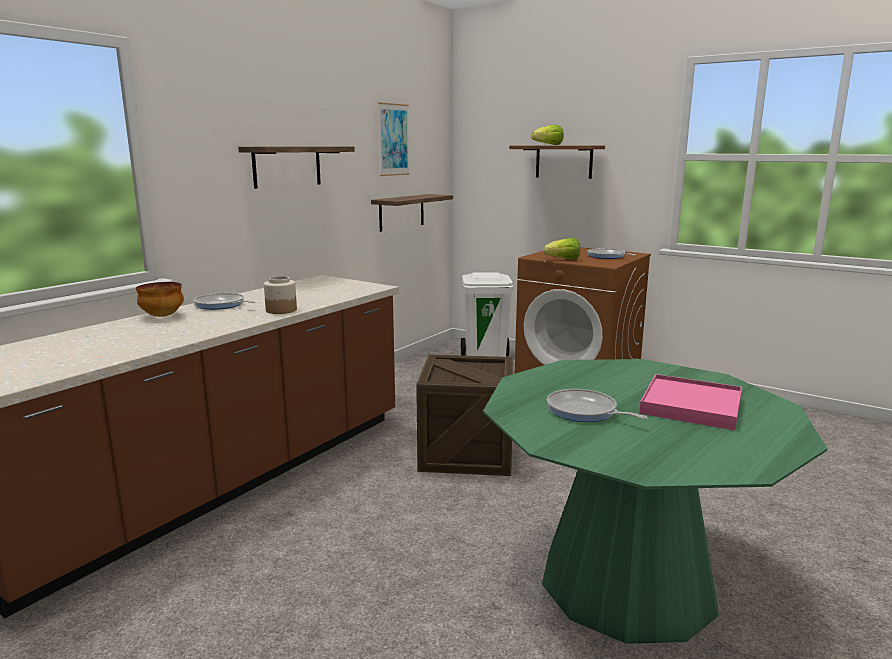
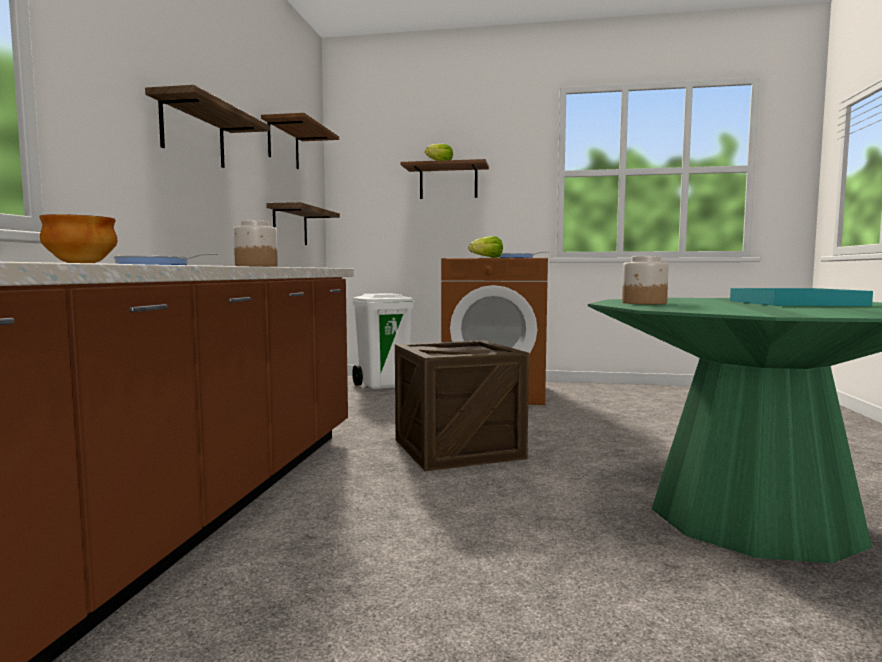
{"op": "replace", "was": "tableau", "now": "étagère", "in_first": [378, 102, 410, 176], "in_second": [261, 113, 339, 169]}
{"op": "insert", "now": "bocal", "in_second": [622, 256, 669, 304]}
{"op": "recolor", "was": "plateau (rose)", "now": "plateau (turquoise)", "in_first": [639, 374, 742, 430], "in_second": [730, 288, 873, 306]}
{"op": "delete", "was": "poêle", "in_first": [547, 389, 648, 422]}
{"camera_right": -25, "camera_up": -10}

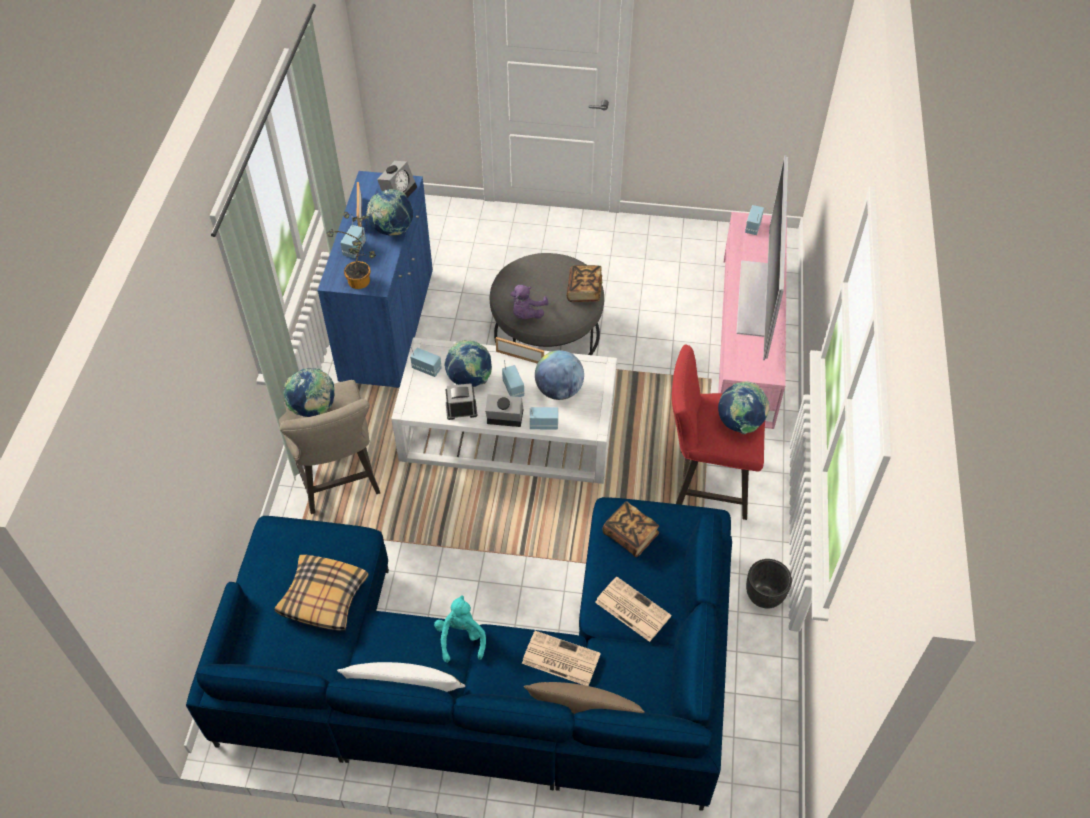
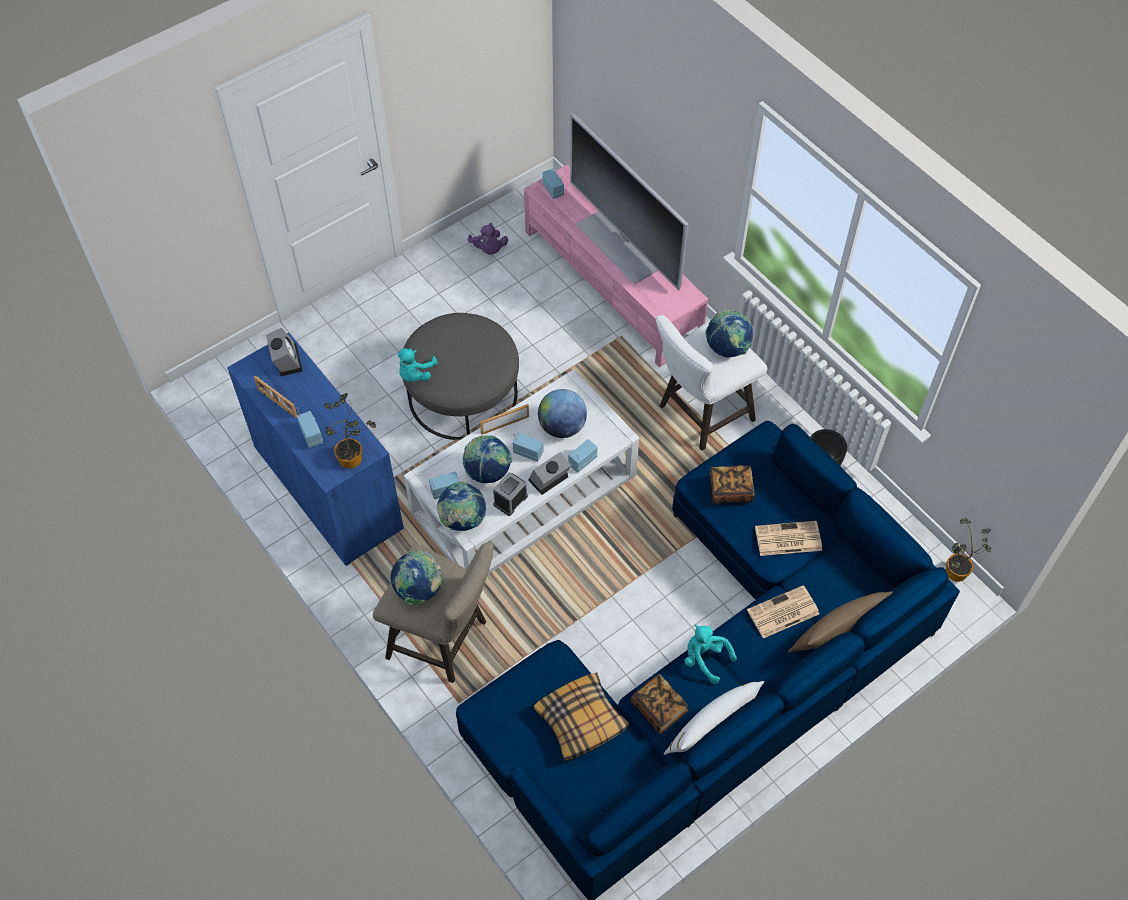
{"op": "insert", "now": "peluche (turquoise)", "in_second": [398, 348, 438, 382]}
{"op": "move", "was": "globe", "in_first": [366, 189, 413, 236], "in_second": [437, 481, 486, 531]}
{"op": "move", "was": "peluche (violet)", "in_first": [510, 285, 549, 319], "in_second": [468, 223, 508, 254]}
{"op": "move", "was": "livre", "in_first": [567, 265, 602, 302], "in_second": [631, 674, 688, 734]}
{"op": "recolor", "was": "tabouret (rouge)", "now": "tabouret (blanc)", "in_first": [672, 344, 765, 520], "in_second": [656, 315, 767, 451]}
{"op": "insert", "now": "plante en pot", "in_second": [946, 518, 992, 582]}
{"camera_right": -45, "camera_up": 5}

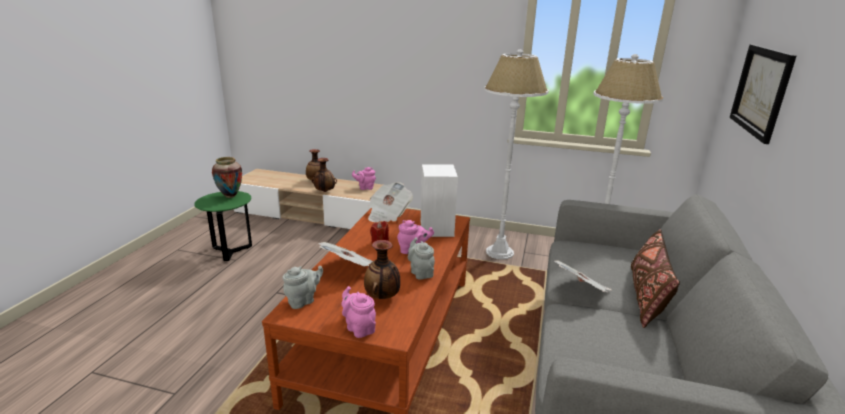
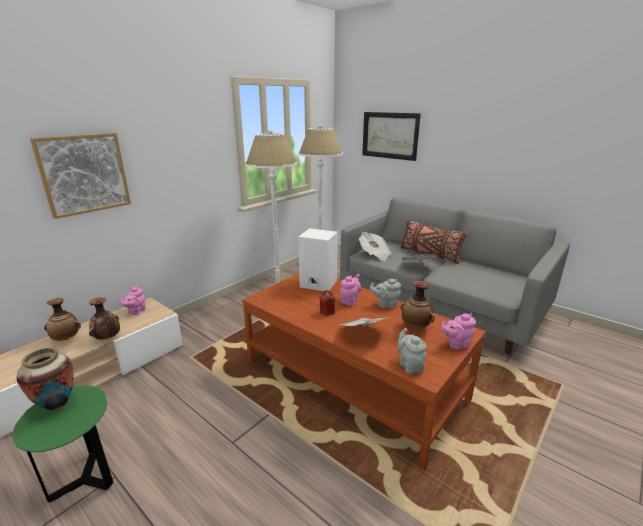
{"op": "insert", "now": "tableau", "in_second": [30, 133, 131, 219]}
{"op": "move", "was": "journal", "in_first": [368, 182, 413, 222], "in_second": [359, 232, 392, 261]}
{"camera_right": -65, "camera_up": 0}

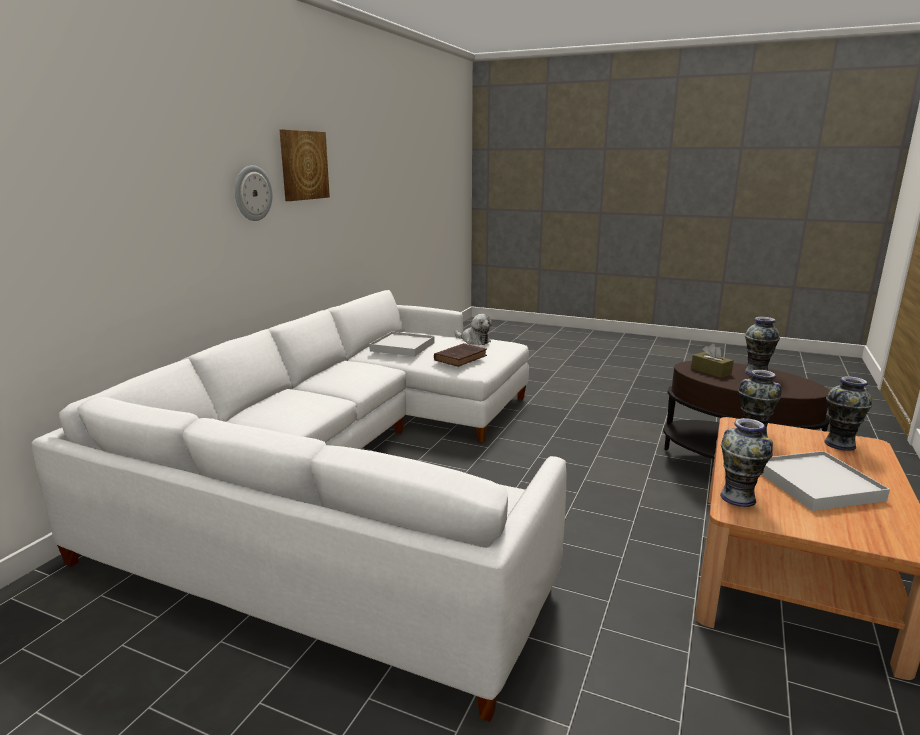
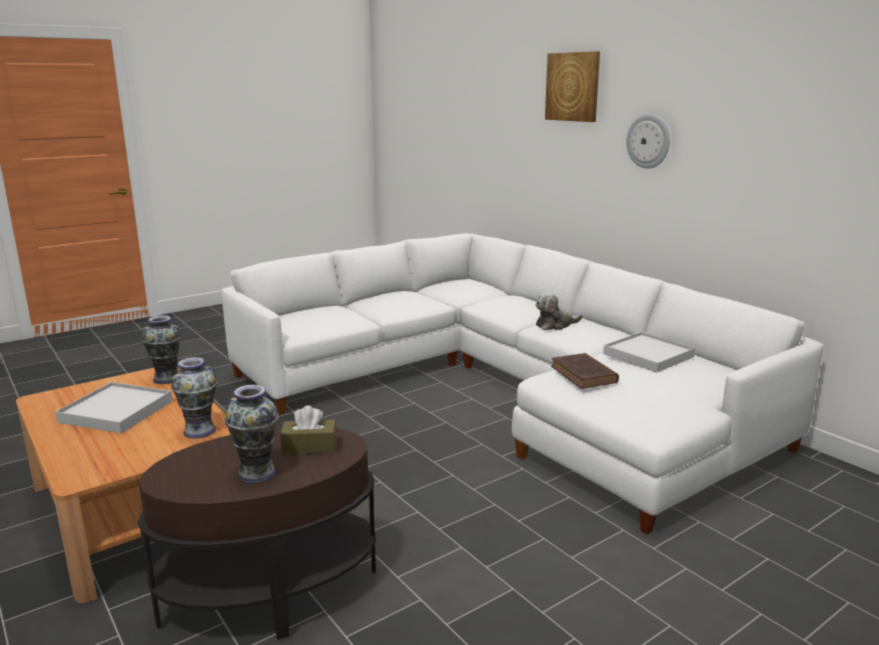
{"op": "move", "was": "peluche", "in_first": [455, 314, 492, 345], "in_second": [535, 292, 582, 330]}
{"op": "move", "was": "tableau", "in_first": [280, 129, 330, 201], "in_second": [545, 51, 600, 122]}
{"op": "delete", "was": "vase", "in_first": [824, 376, 872, 451]}
{"camera_right": 120, "camera_up": 0}

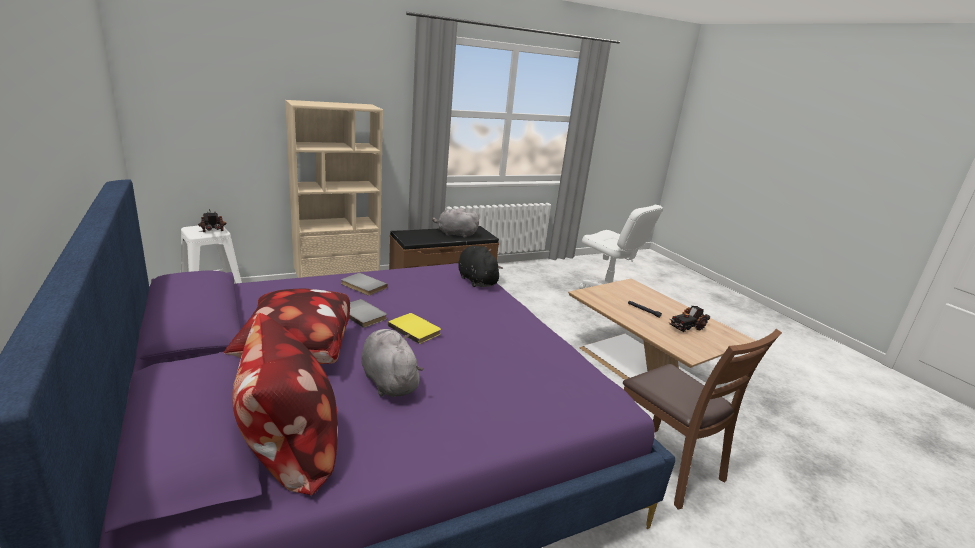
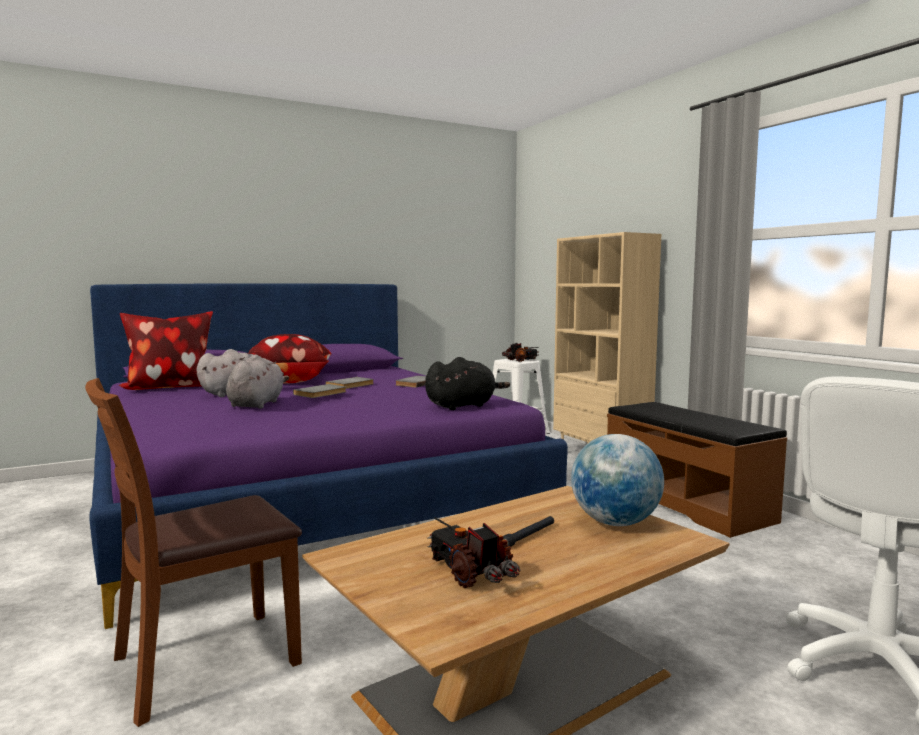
{"op": "move", "was": "peluche (gris)", "in_first": [432, 208, 479, 238], "in_second": [226, 355, 289, 409]}
{"op": "recolor", "was": "livre (jaune)", "now": "livre (gris)", "in_first": [388, 313, 441, 344], "in_second": [293, 384, 346, 398]}
{"op": "insert", "now": "globe", "in_second": [571, 434, 664, 526]}
{"camera_right": 90, "camera_up": -15}

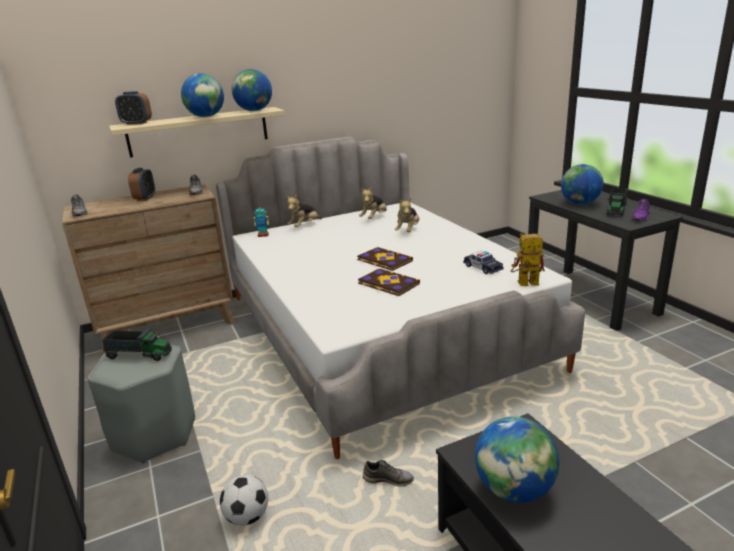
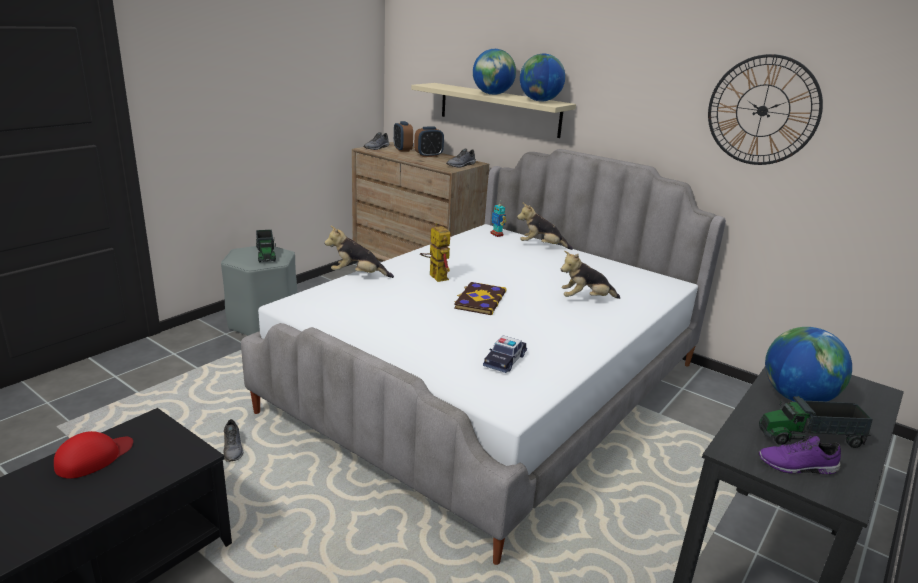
{"op": "replace", "was": "globe", "now": "casquette (rouge)", "in_first": [475, 416, 559, 503], "in_second": [54, 431, 133, 479]}
{"op": "move", "was": "peluche", "in_first": [359, 187, 387, 219], "in_second": [324, 225, 394, 278]}
{"op": "move", "was": "réveil", "in_first": [115, 91, 152, 125], "in_second": [394, 121, 413, 152]}
{"op": "move", "was": "robot jouet", "in_first": [511, 233, 545, 286], "in_second": [420, 223, 450, 282]}
{"op": "insert", "now": "horloge murale", "in_second": [708, 54, 823, 165]}
{"op": "delete", "was": "ballon de foot", "in_first": [220, 475, 268, 526]}
{"op": "delete", "was": "livre", "in_first": [358, 268, 420, 296]}
{"camera_right": 60, "camera_up": 0}

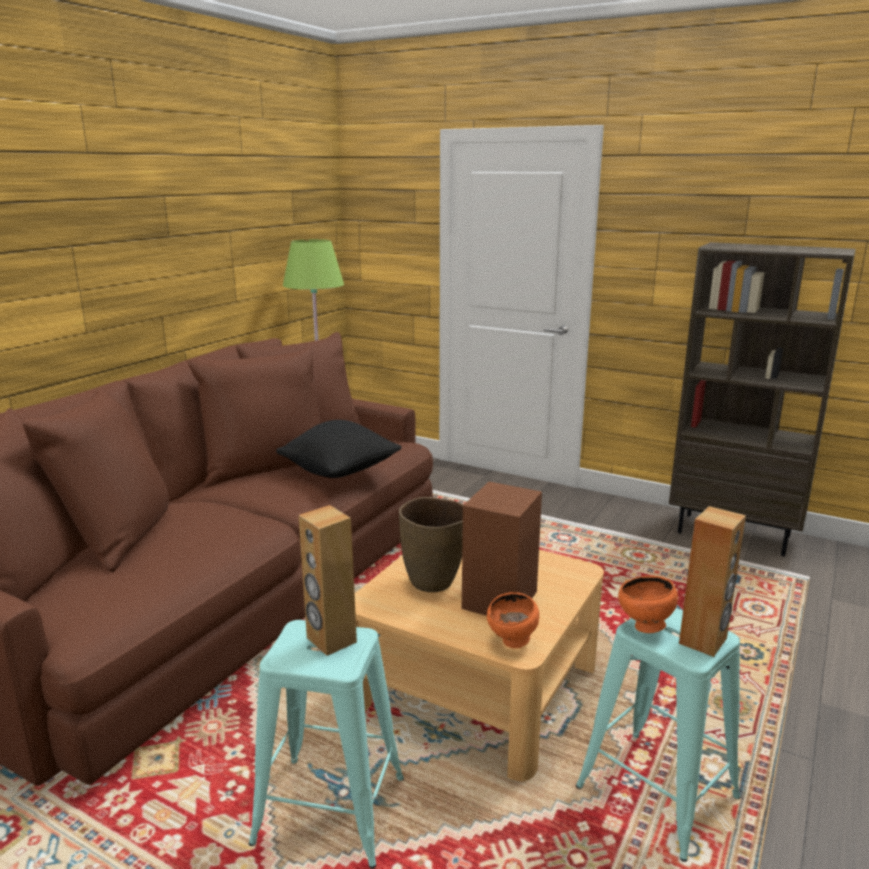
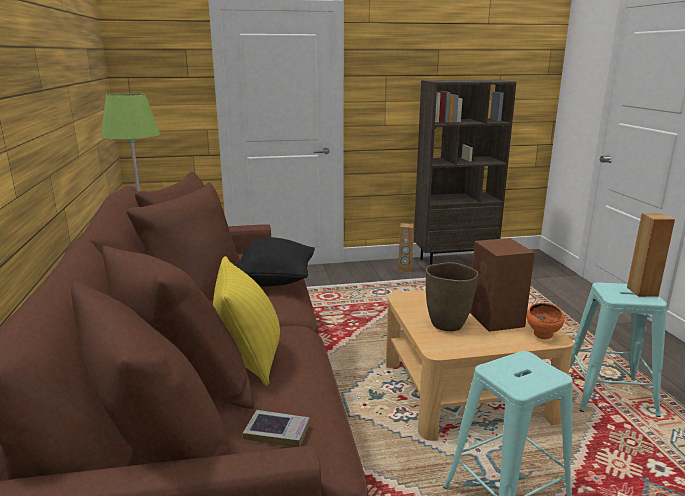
{"op": "insert", "now": "coussin (jaune)", "in_second": [213, 256, 280, 386]}
{"op": "insert", "now": "livre", "in_second": [243, 410, 310, 447]}
{"op": "move", "was": "enceinte (marron)", "in_first": [299, 505, 357, 656], "in_second": [398, 223, 414, 273]}
{"op": "delete", "was": "bol (orange)", "in_first": [618, 575, 678, 633]}
{"camera_right": -40, "camera_up": 0}

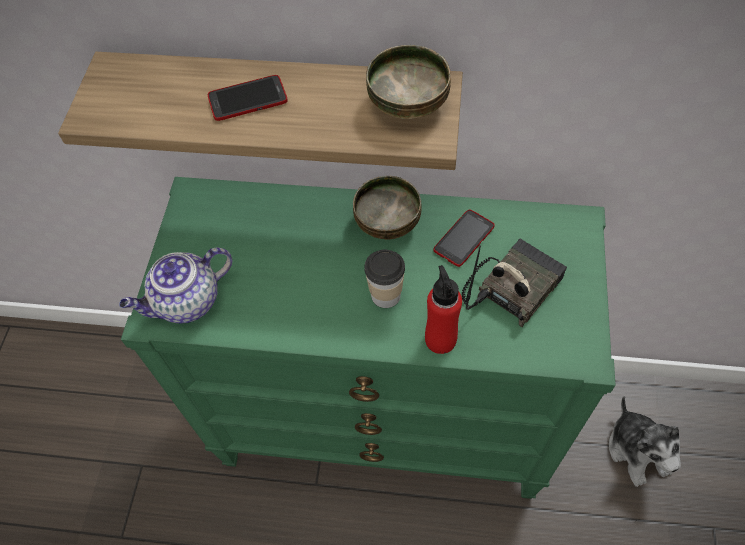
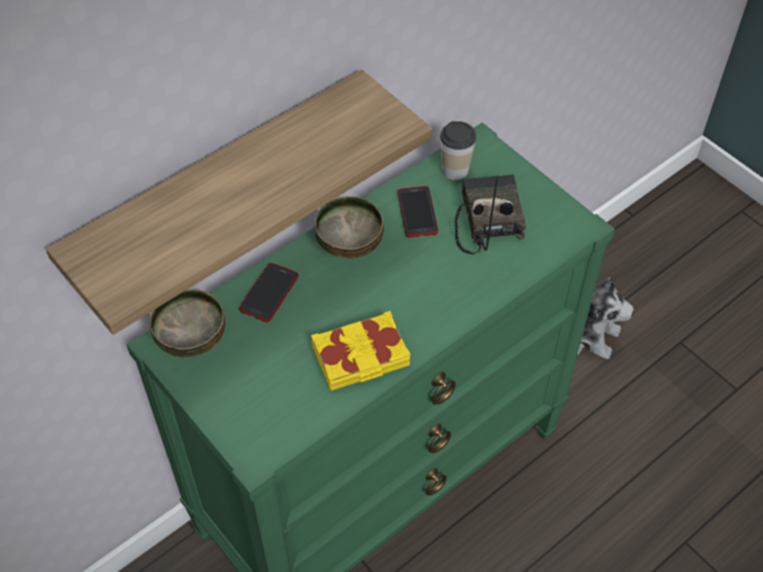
{"op": "move", "was": "bol", "in_first": [366, 45, 451, 119], "in_second": [149, 288, 225, 358]}
{"op": "move", "was": "téléphone", "in_first": [208, 75, 288, 121], "in_second": [239, 263, 298, 322]}
{"op": "insert", "now": "livre (jaune)", "in_second": [311, 311, 411, 391]}
{"op": "move", "was": "tasse", "in_first": [364, 250, 405, 308], "in_second": [440, 121, 476, 180]}
{"op": "delete", "was": "théière", "in_first": [119, 248, 232, 324]}
{"op": "delete", "was": "bouteille (rouge)", "in_first": [425, 265, 462, 354]}
{"camera_right": -50, "camera_up": -5}

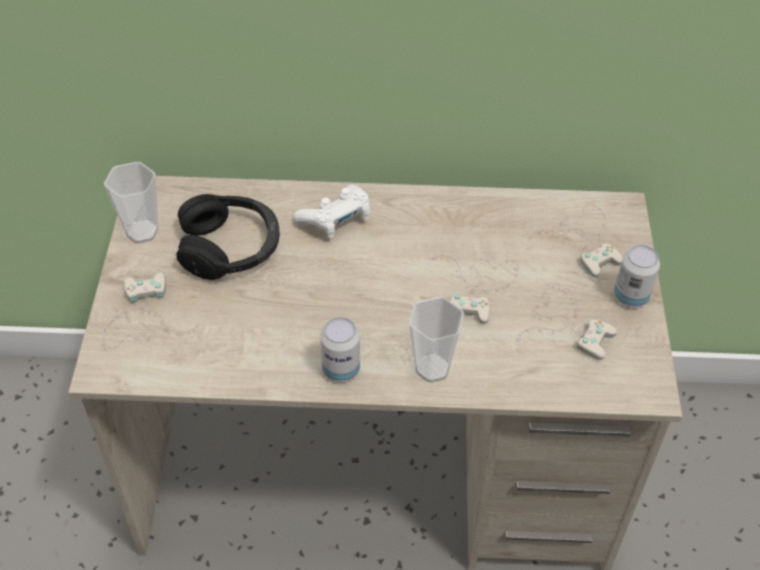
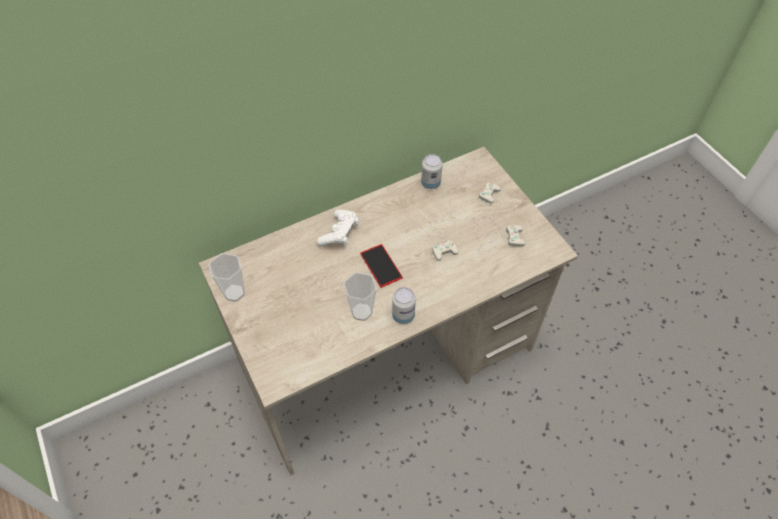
{"op": "move", "was": "tasse", "in_first": [409, 296, 464, 383], "in_second": [343, 272, 377, 321]}
{"op": "insert", "now": "téléphone", "in_second": [360, 244, 403, 288]}
{"op": "move", "was": "boîte métallique", "in_first": [614, 245, 660, 307], "in_second": [421, 154, 443, 189]}
{"op": "delete", "was": "manette (blanc)", "in_first": [103, 272, 200, 348]}
{"op": "delete", "was": "casque audio (noir)", "in_first": [176, 194, 280, 280]}
{"camera_right": -30, "camera_up": 5}

